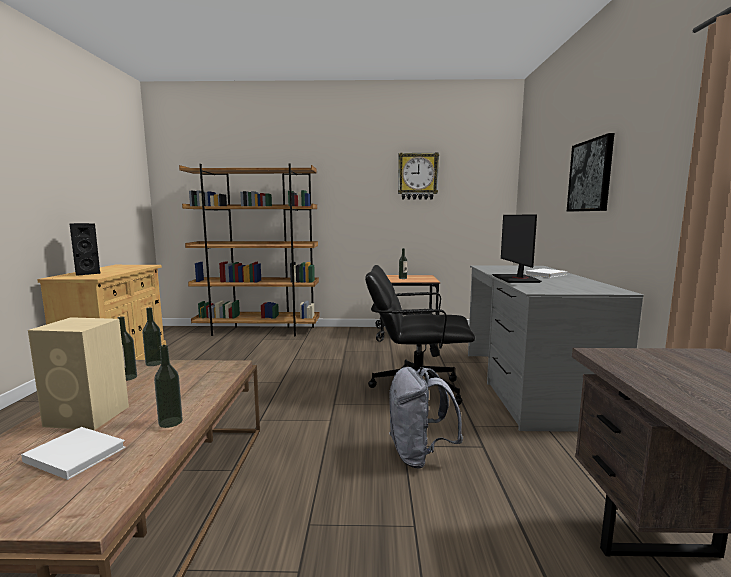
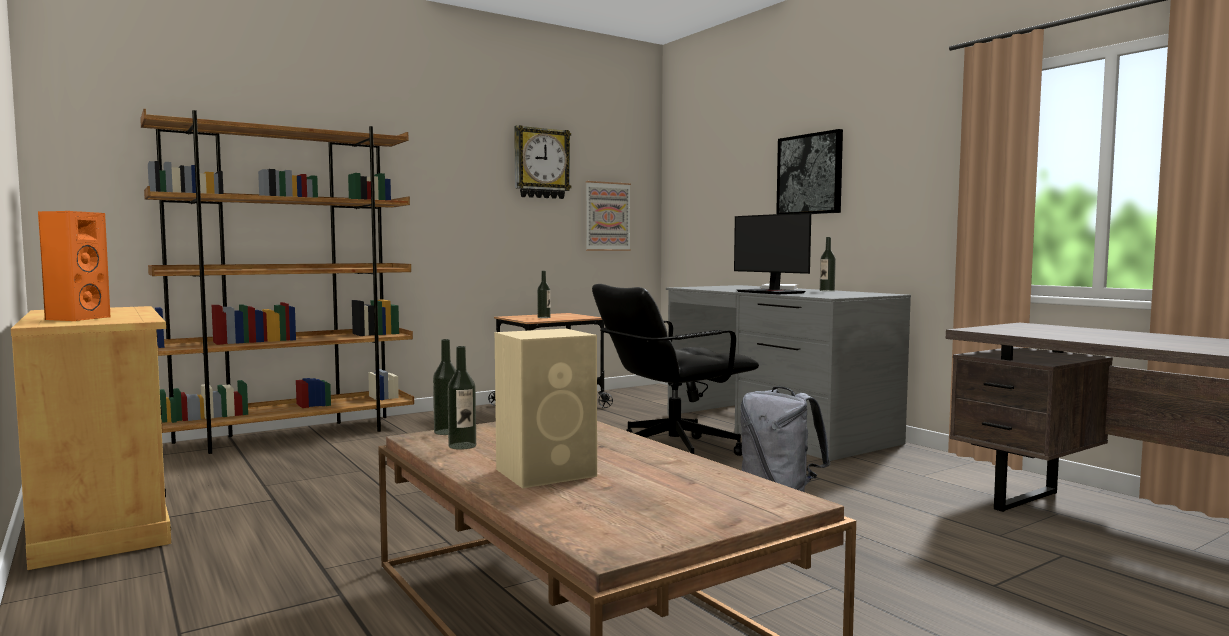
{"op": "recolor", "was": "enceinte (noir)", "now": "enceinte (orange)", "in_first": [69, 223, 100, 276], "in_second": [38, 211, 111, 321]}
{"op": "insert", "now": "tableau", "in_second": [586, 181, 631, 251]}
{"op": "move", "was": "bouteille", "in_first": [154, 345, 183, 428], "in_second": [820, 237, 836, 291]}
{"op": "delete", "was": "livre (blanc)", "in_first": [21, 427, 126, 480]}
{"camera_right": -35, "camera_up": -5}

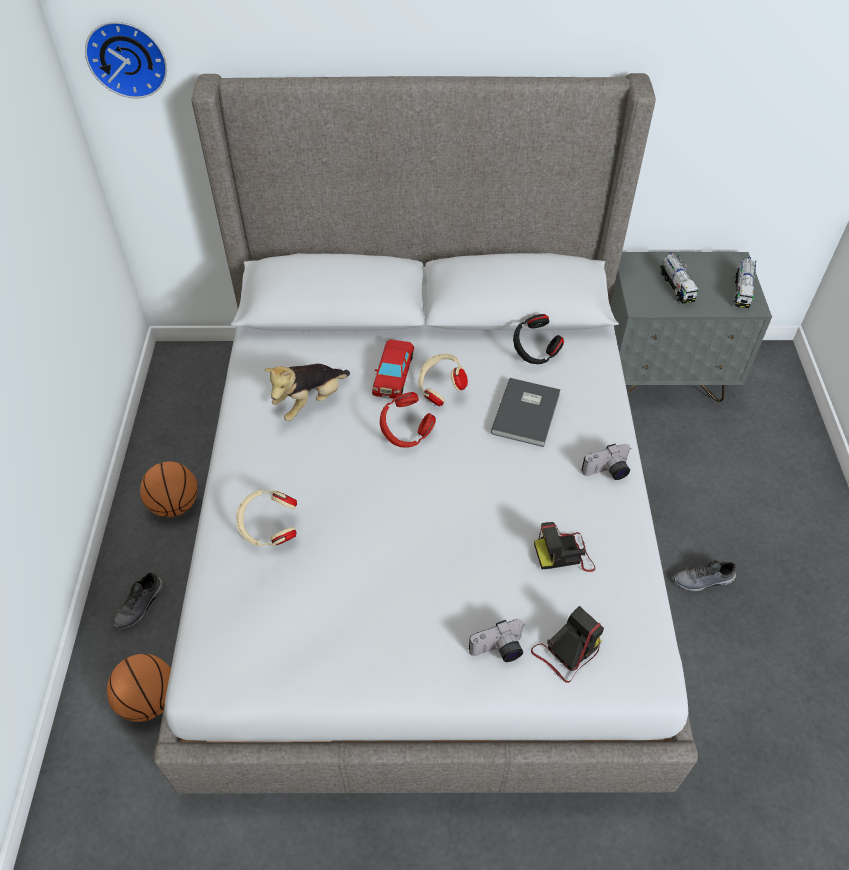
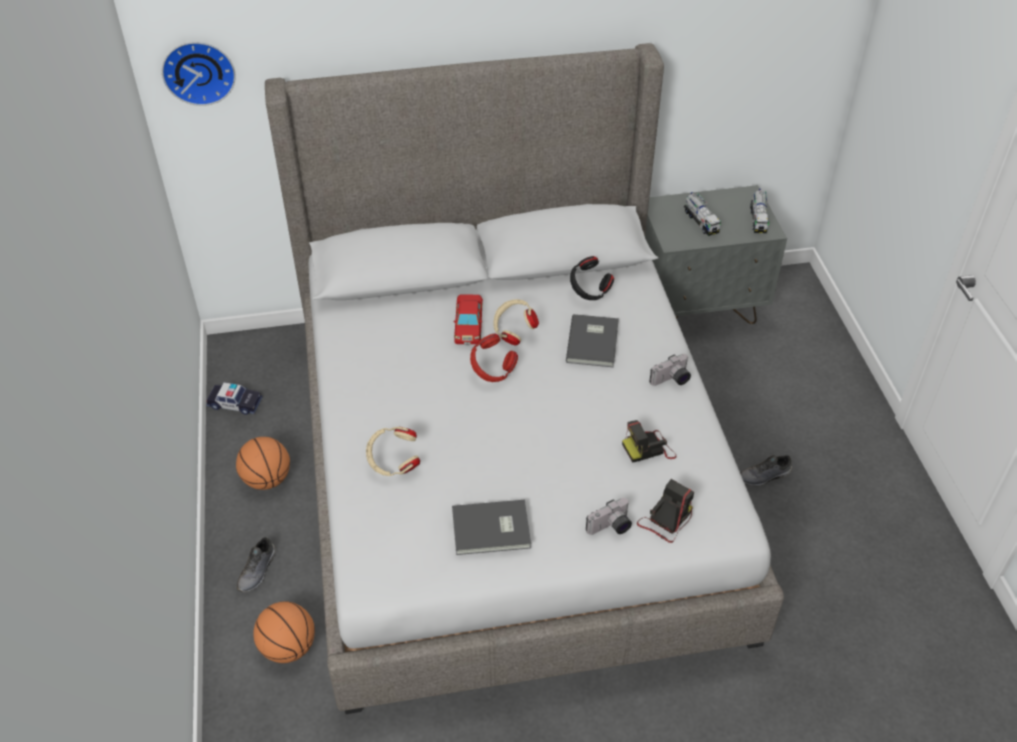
{"op": "insert", "now": "petite voiture", "in_second": [206, 382, 262, 415]}
{"op": "insert", "now": "livre (gris)", "in_second": [452, 500, 531, 555]}
{"op": "delete", "was": "peluche", "in_first": [265, 364, 350, 421]}
{"camera_right": -10, "camera_up": -5}

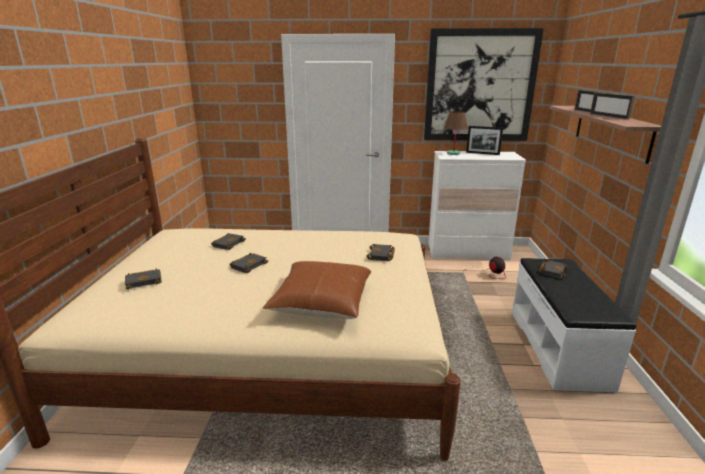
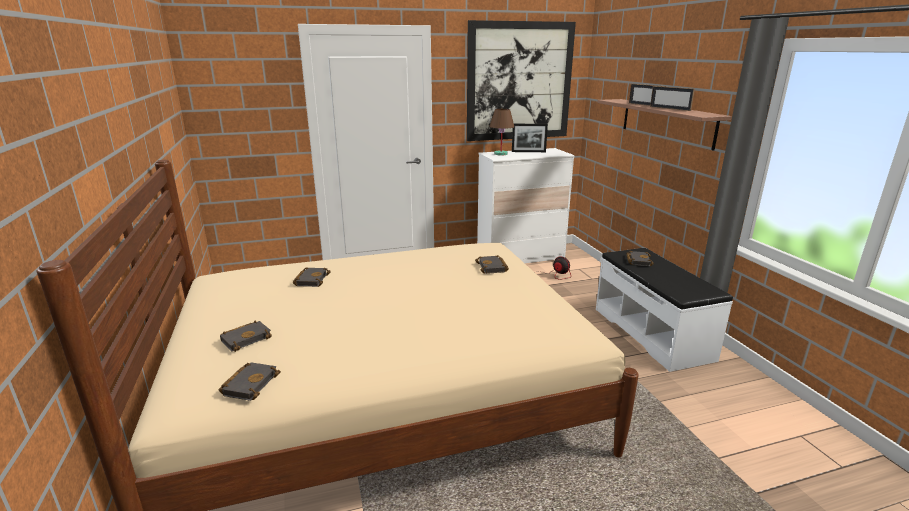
{"op": "move", "was": "livre (noir)", "in_first": [229, 253, 268, 273], "in_second": [218, 362, 281, 401]}
{"op": "delete", "was": "coussin (marron)", "in_first": [263, 261, 371, 319]}
{"camera_right": -20, "camera_up": 0}

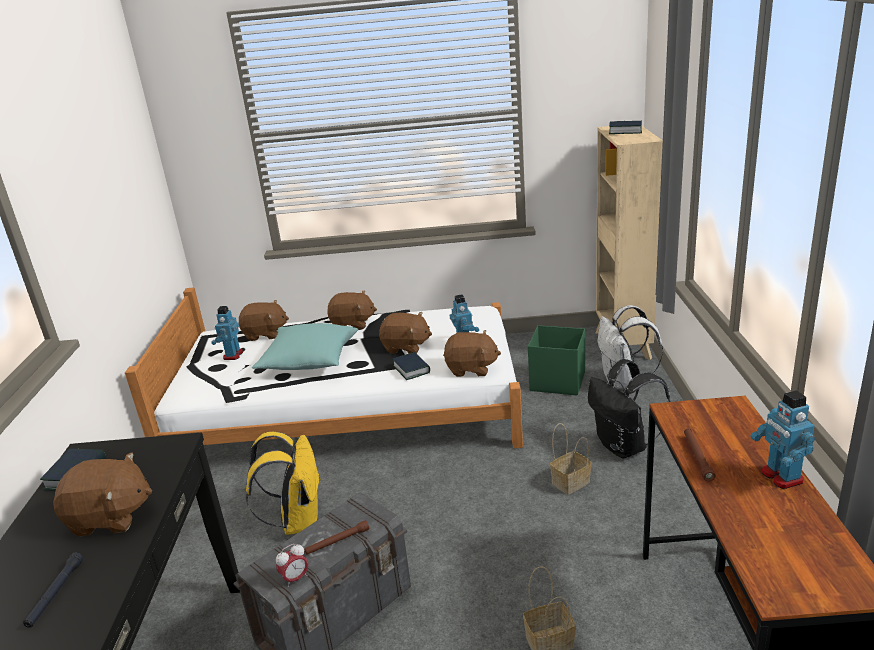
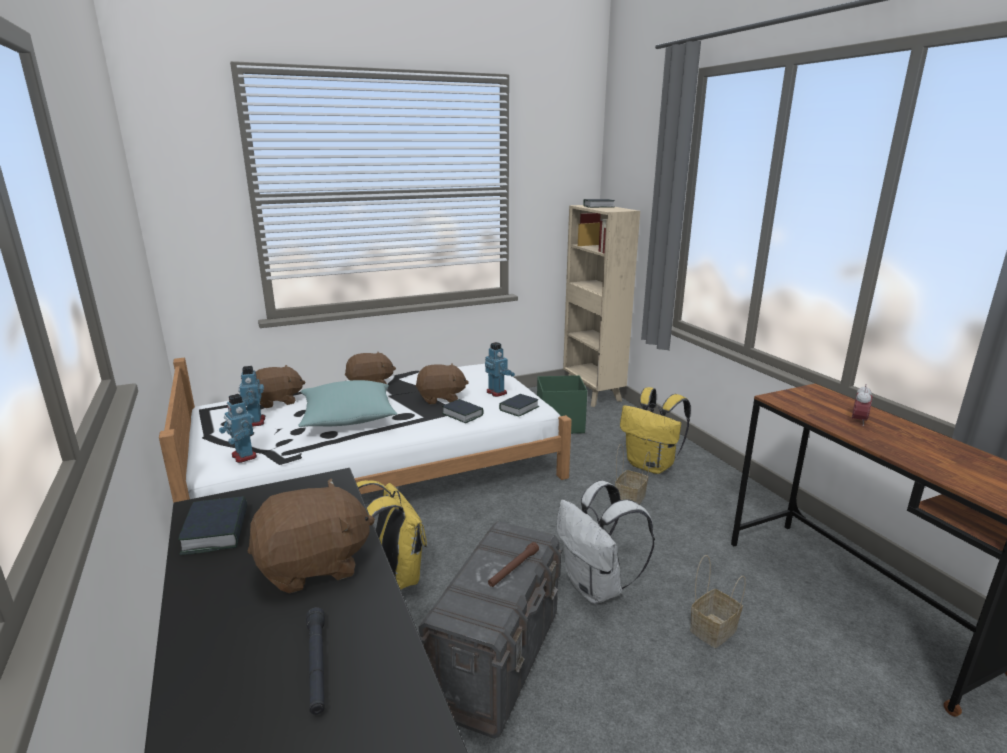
{"op": "move", "was": "robot jouet", "in_first": [750, 390, 815, 489], "in_second": [219, 394, 257, 463]}
{"op": "replace", "was": "peluche (marron)", "now": "livre", "in_first": [443, 330, 501, 377], "in_second": [499, 394, 539, 417]}
{"op": "move", "was": "sac à dos (blanc)", "in_first": [597, 305, 663, 389], "in_second": [557, 481, 655, 604]}
{"op": "recolor", "was": "sac à dos (noir)", "now": "sac à dos (jaune)", "in_first": [588, 359, 671, 458], "in_second": [620, 387, 691, 474]}
{"op": "move", "was": "réveil", "in_first": [276, 544, 308, 587], "in_second": [852, 384, 872, 426]}
{"op": "delete", "was": "lampe de poche (marron)", "in_first": [684, 429, 716, 481]}
{"camera_right": -25, "camera_up": -5}

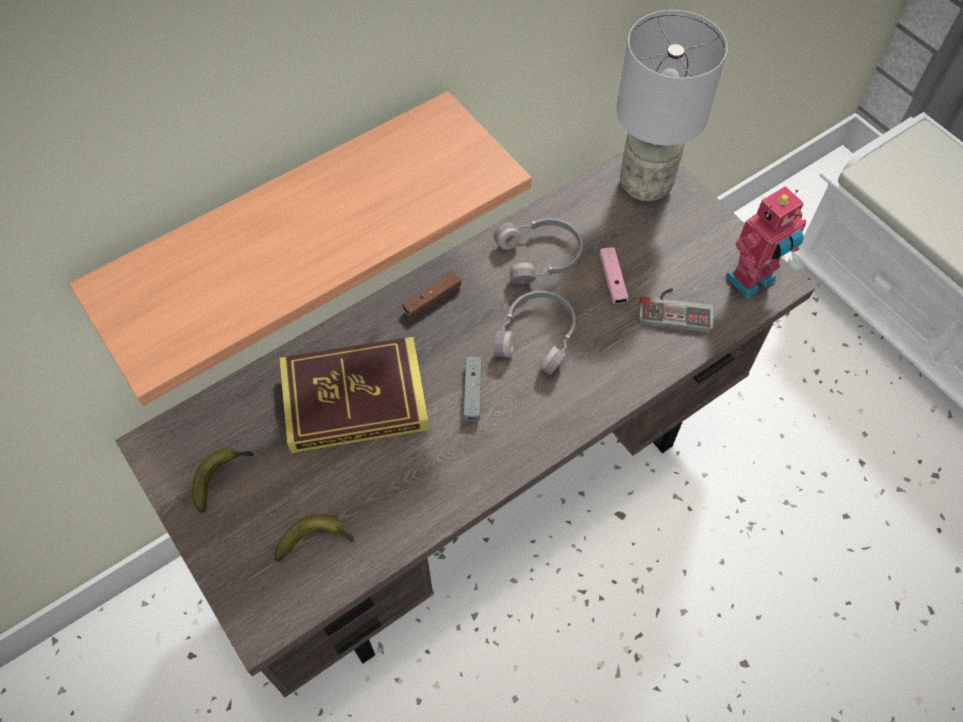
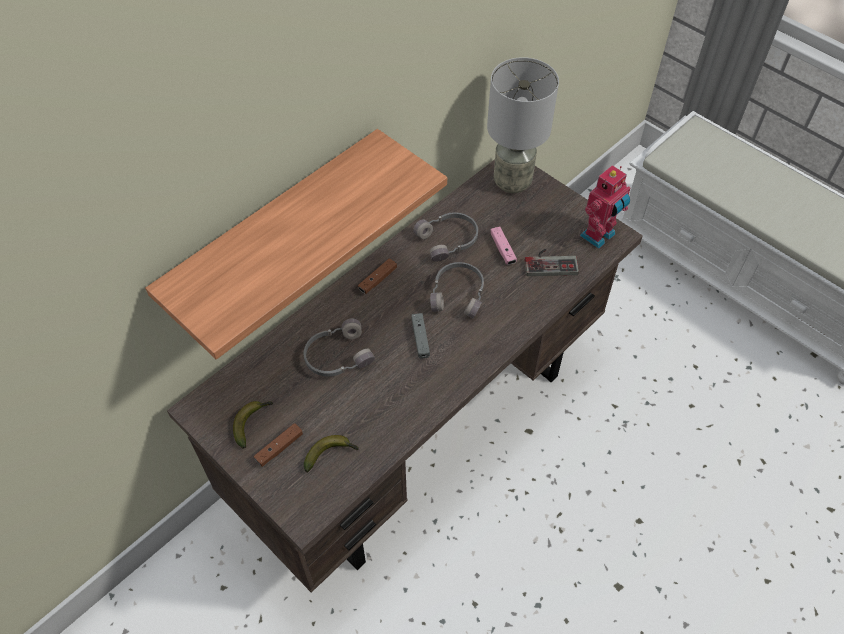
{"op": "insert", "now": "manette (marron)", "in_second": [254, 423, 303, 467]}
{"op": "replace", "was": "livre", "now": "casque audio (gris)", "in_first": [279, 336, 429, 453], "in_second": [304, 318, 375, 377]}
{"camera_right": -10, "camera_up": -5}

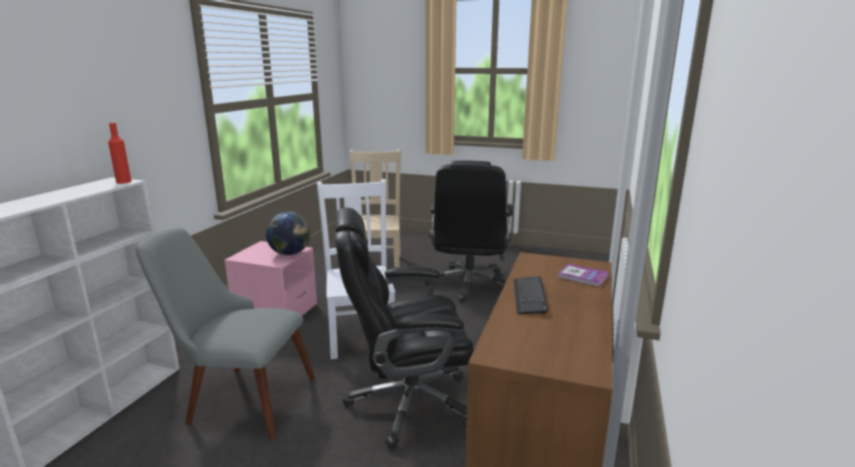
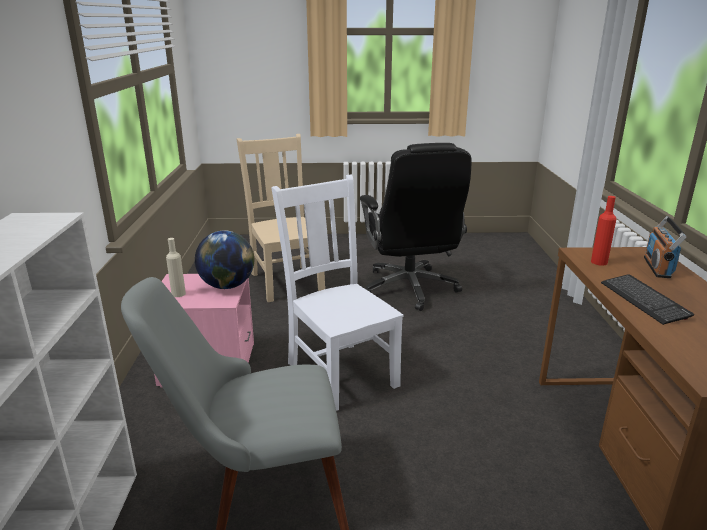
{"op": "insert", "now": "bouteille (beige)", "in_second": [166, 238, 186, 297]}
{"op": "move", "was": "bouteille (rouge)", "in_first": [108, 123, 132, 184], "in_second": [591, 196, 617, 266]}
{"op": "replace", "was": "livre", "now": "radio", "in_first": [558, 264, 609, 287], "in_second": [644, 216, 687, 278]}
{"op": "delete", "was": "chaise de bureau (noir)", "in_first": [335, 207, 474, 450]}
{"camera_right": -20, "camera_up": 5}

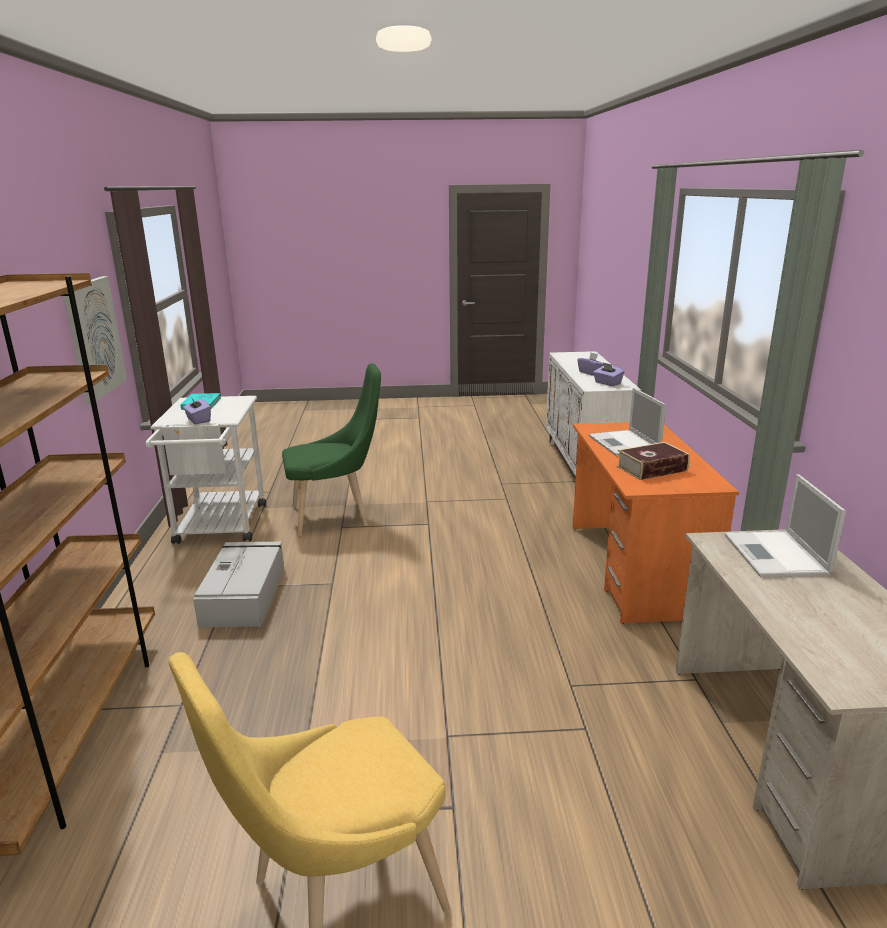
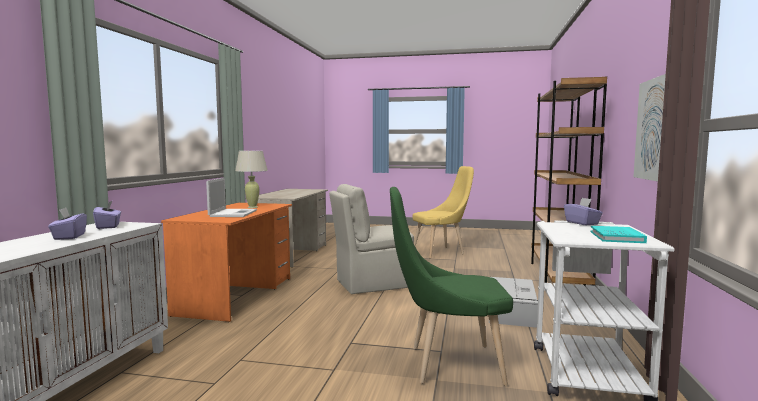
{"op": "replace", "was": "livre", "now": "lampe de table (beige)", "in_first": [616, 442, 690, 480], "in_second": [235, 151, 268, 208]}
{"op": "insert", "now": "chaise (beige)", "in_second": [329, 184, 414, 294]}
{"op": "delete", "was": "ordinateur portable", "in_first": [725, 474, 846, 578]}
{"camera_right": -165, "camera_up": -15}

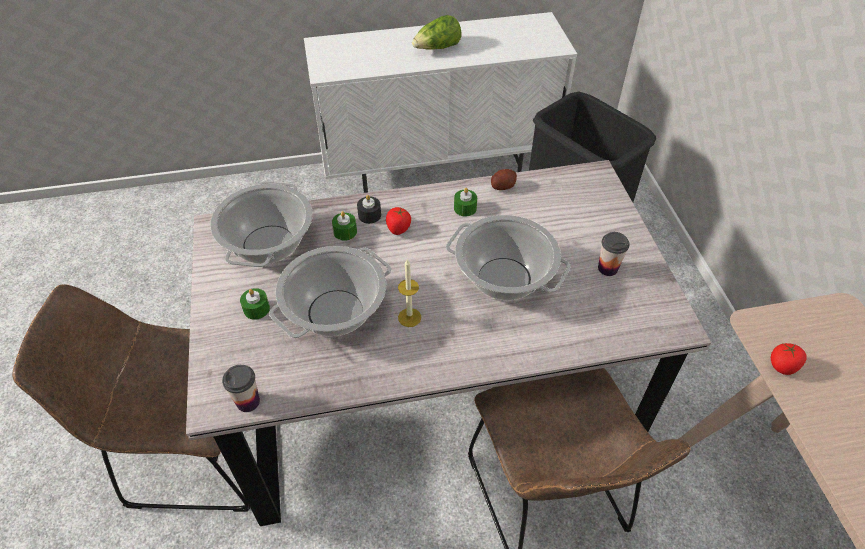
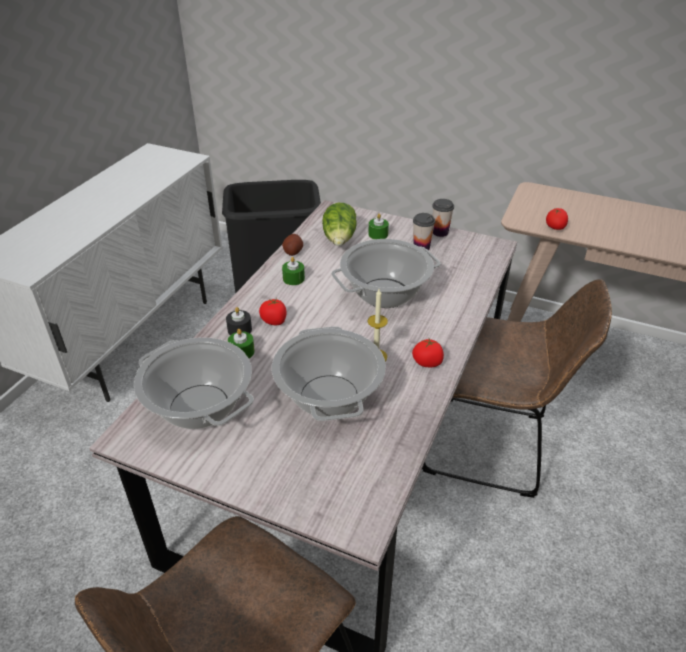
{"op": "move", "was": "laitue", "in_first": [412, 15, 462, 50], "in_second": [322, 203, 357, 246]}
{"op": "move", "was": "bougie (vert)", "in_first": [240, 288, 270, 320], "in_second": [368, 214, 389, 239]}
{"op": "insert", "now": "tomate", "in_second": [412, 338, 444, 367]}
{"op": "move", "was": "tasse", "in_first": [222, 365, 260, 412], "in_second": [432, 199, 454, 237]}
{"camera_right": -55, "camera_up": -10}

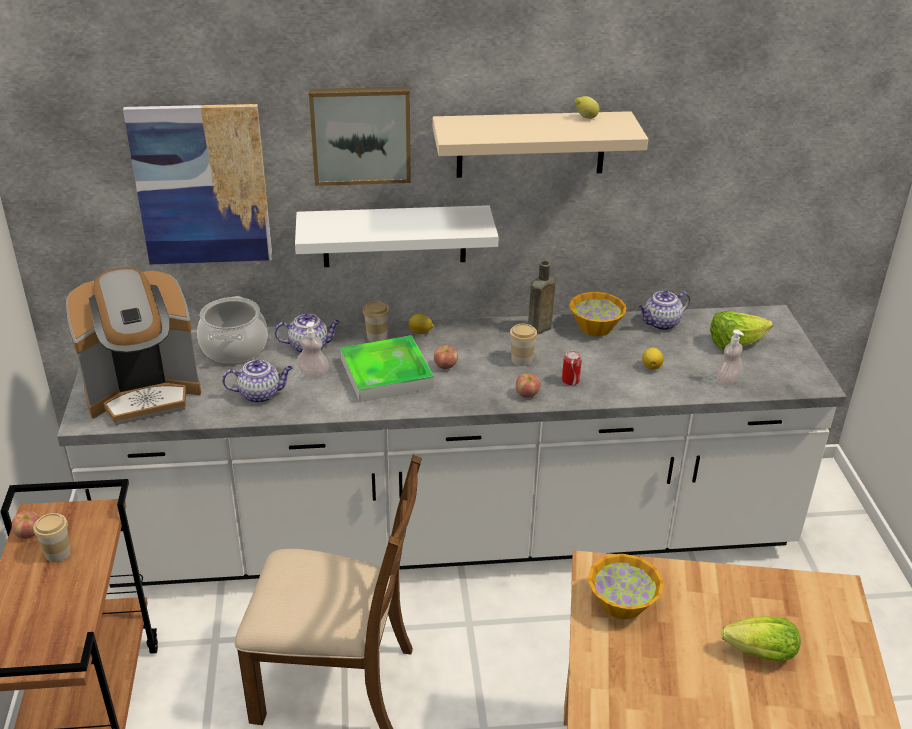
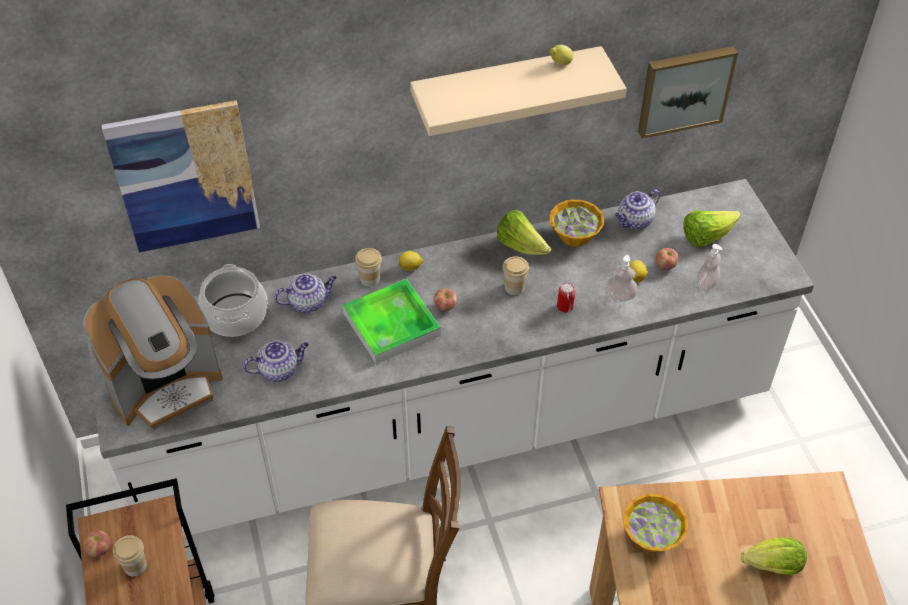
{"op": "replace", "was": "bouteille (marron)", "now": "laitue", "in_first": [528, 260, 555, 335], "in_second": [497, 210, 552, 255]}
{"op": "move", "was": "distributeur de savon", "in_first": [297, 322, 329, 378], "in_second": [606, 255, 638, 301]}
{"op": "move", "was": "tableau", "in_first": [309, 87, 411, 186], "in_second": [638, 46, 738, 139]}
{"op": "move", "was": "pomme", "in_first": [516, 373, 541, 398], "in_second": [655, 248, 678, 270]}
{"op": "delete", "was": "étagère (blanc)", "in_first": [295, 205, 499, 267]}
{"camera_right": -10, "camera_up": 15}

